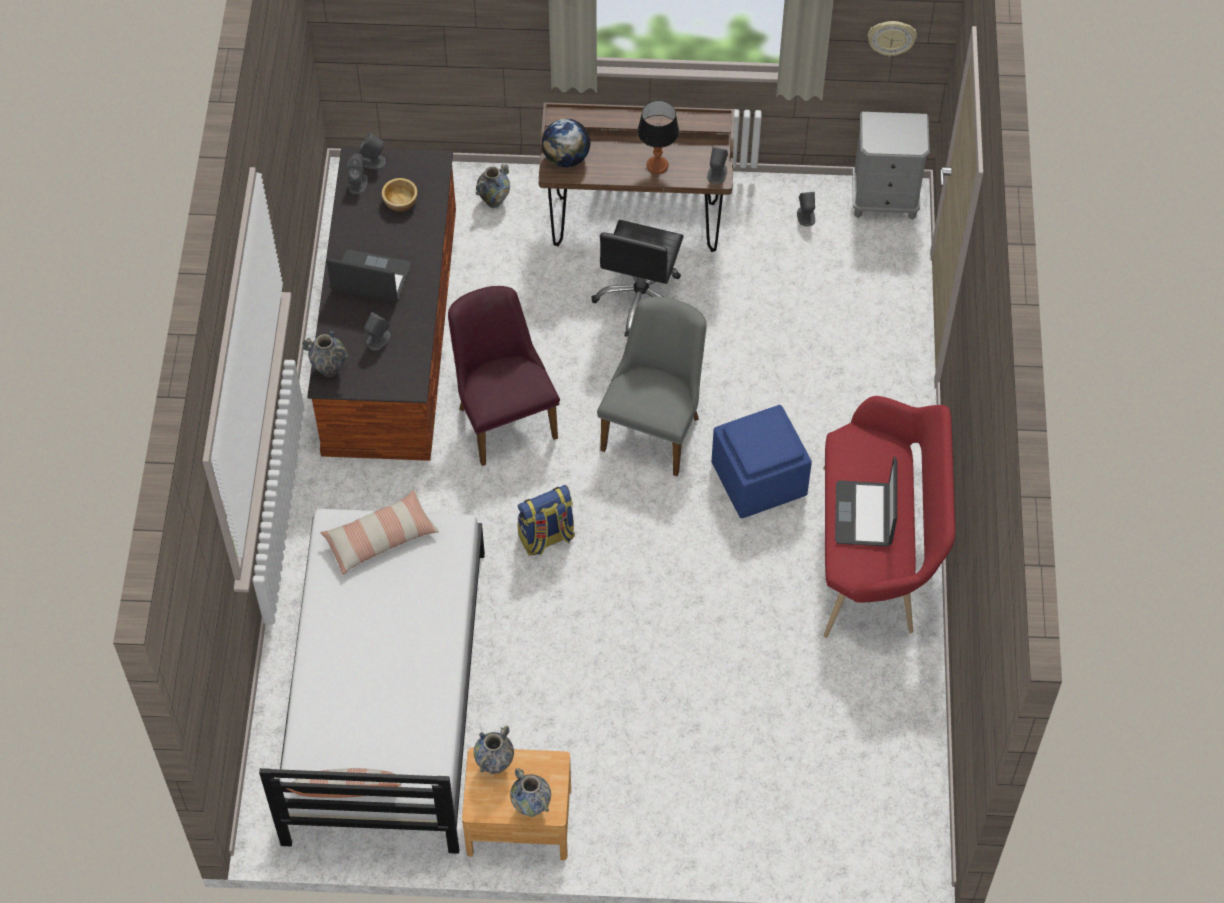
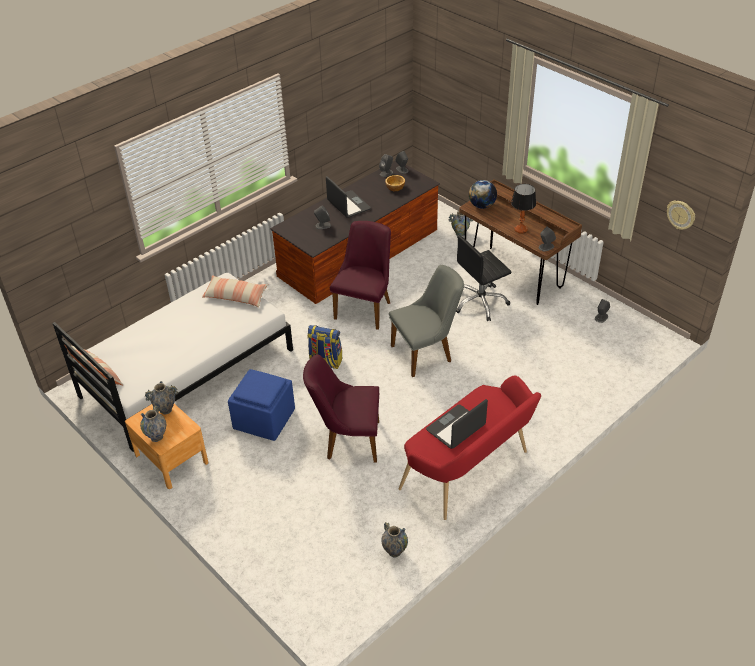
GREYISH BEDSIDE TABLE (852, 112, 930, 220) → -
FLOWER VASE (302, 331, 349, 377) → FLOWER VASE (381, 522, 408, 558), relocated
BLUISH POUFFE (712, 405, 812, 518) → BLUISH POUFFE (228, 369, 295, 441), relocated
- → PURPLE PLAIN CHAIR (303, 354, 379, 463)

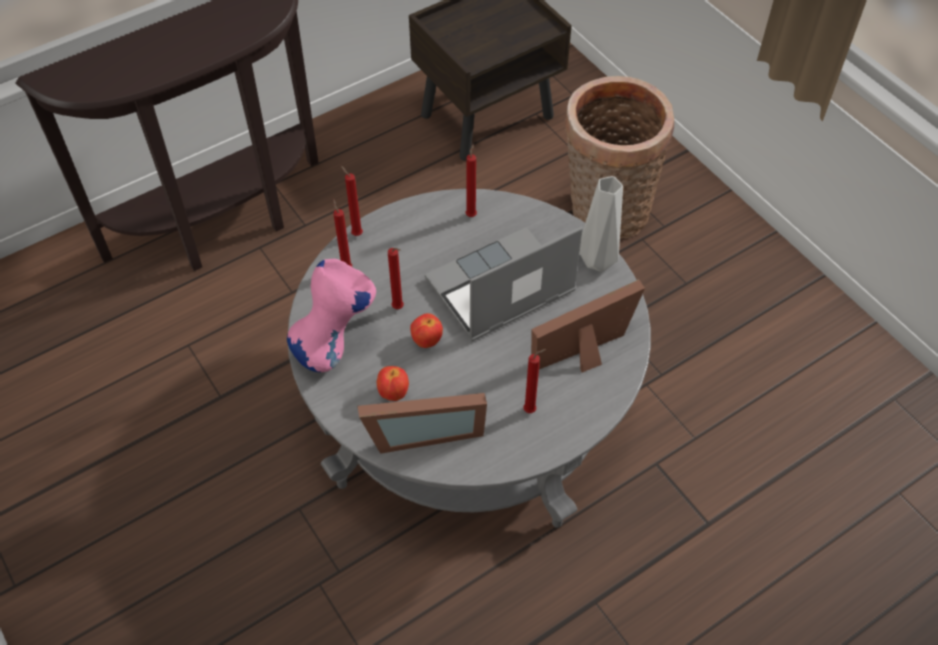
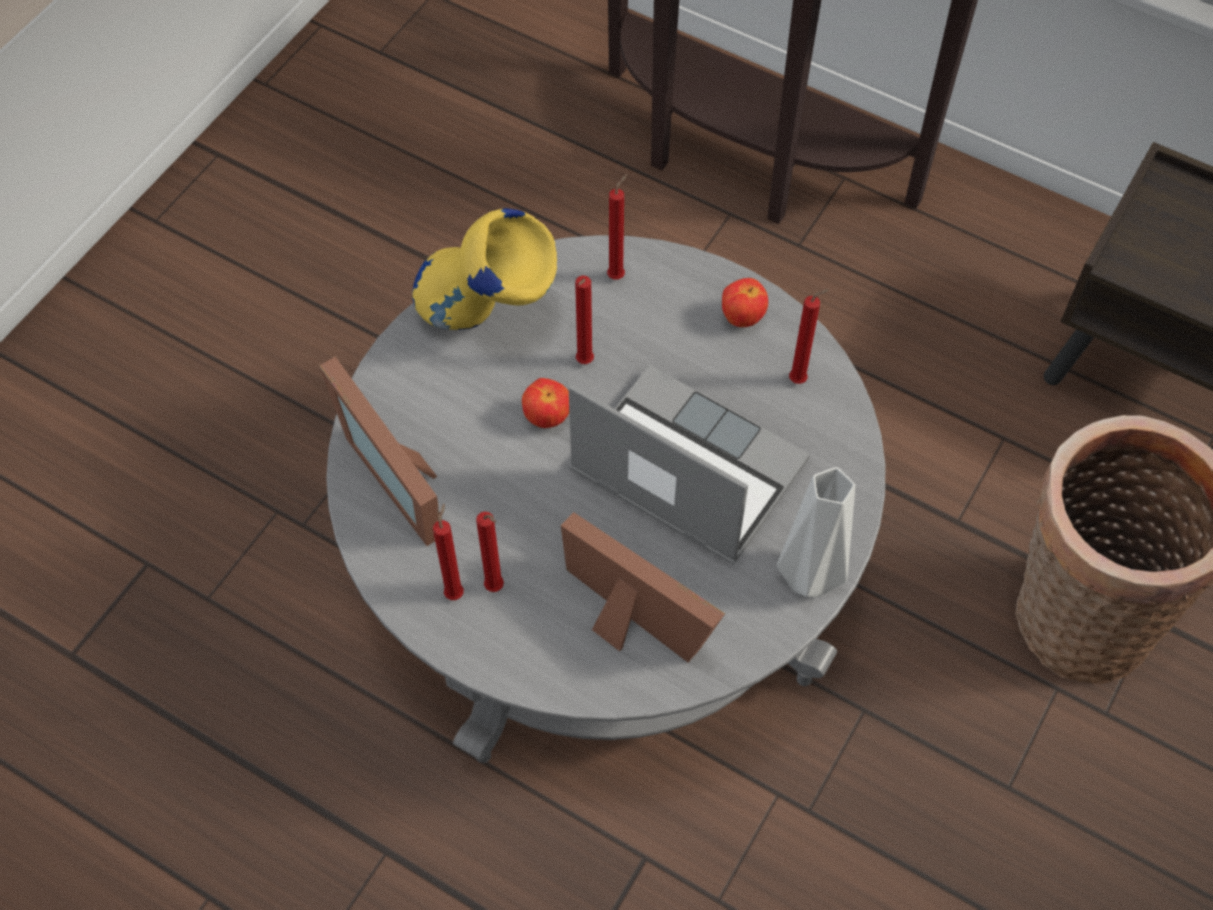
RED-COLOURED WAX LIGHT (341, 166, 363, 236) → RED-COLOURED WAX LIGHT (433, 504, 464, 600), relocated
PINKISH FLOWER VASE (287, 259, 376, 372) → YELLOW-COLOURED FLOWER VASE (412, 208, 557, 330)
WHOLE APPLE (377, 366, 409, 401) → WHOLE APPLE (722, 278, 768, 327), relocated

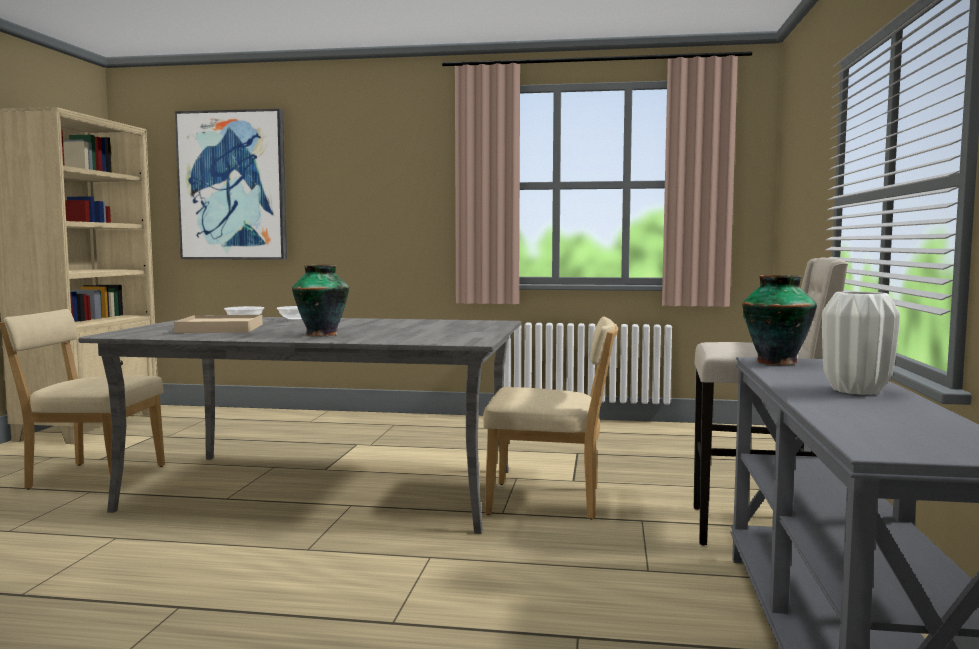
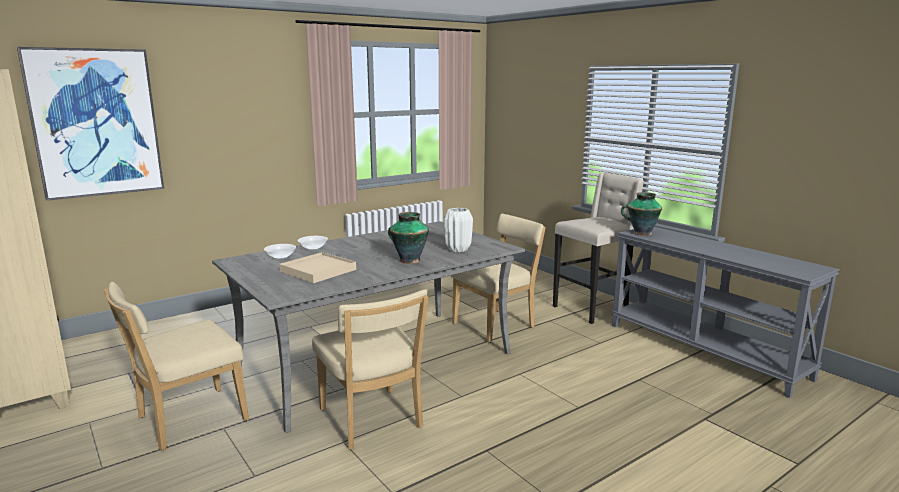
WHITE FLOWER VASE (822, 291, 900, 395) → WHITE FLOWER VASE (444, 208, 473, 252), relocated
- → BEIGE PLAIN CHAIR (312, 289, 429, 449)

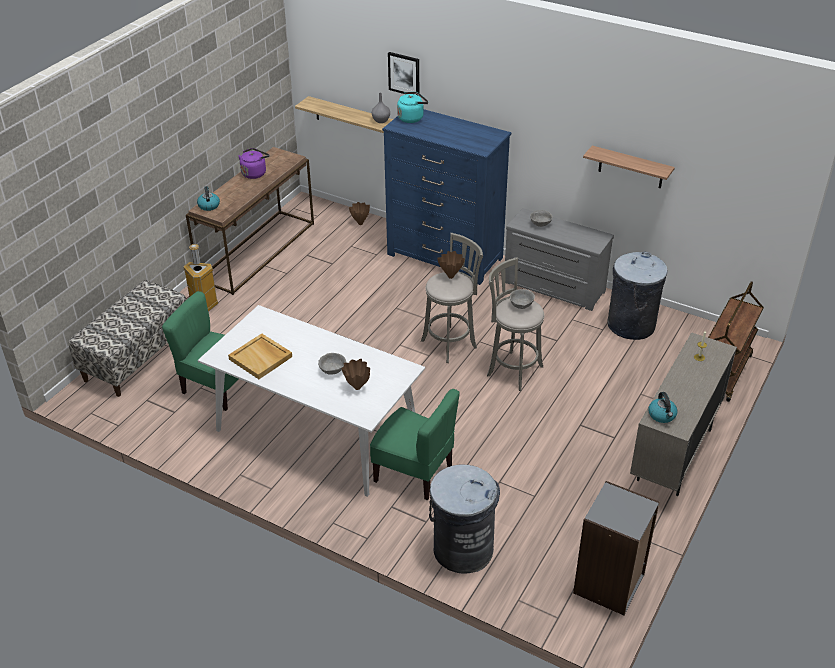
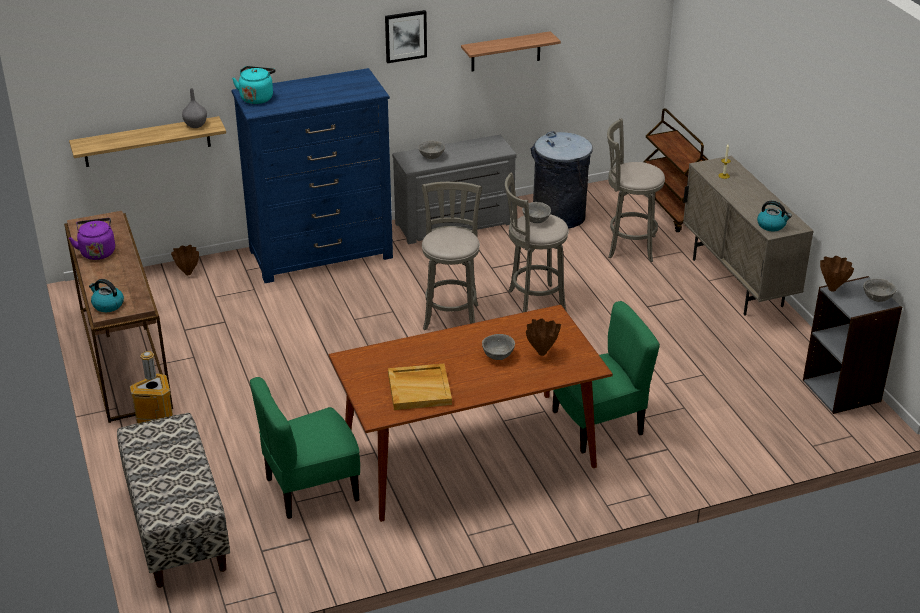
WALL PICTURE (388, 52, 419, 96) → WALL PICTURE (385, 10, 427, 63), relocated
BROWNISH FLOWER VASE (437, 251, 465, 279) → BROWNISH FLOWER VASE (820, 256, 854, 292), relocated
WHITE KITCHEN TABLE (198, 305, 425, 497) → BROWNISH KITCHEN TABLE (329, 305, 613, 522)
GREYISH RUBBISH BIN (429, 465, 500, 574) → -
- → GREYISH STOOL (607, 118, 665, 262)
- → GREYISH BOWL (863, 279, 896, 302)

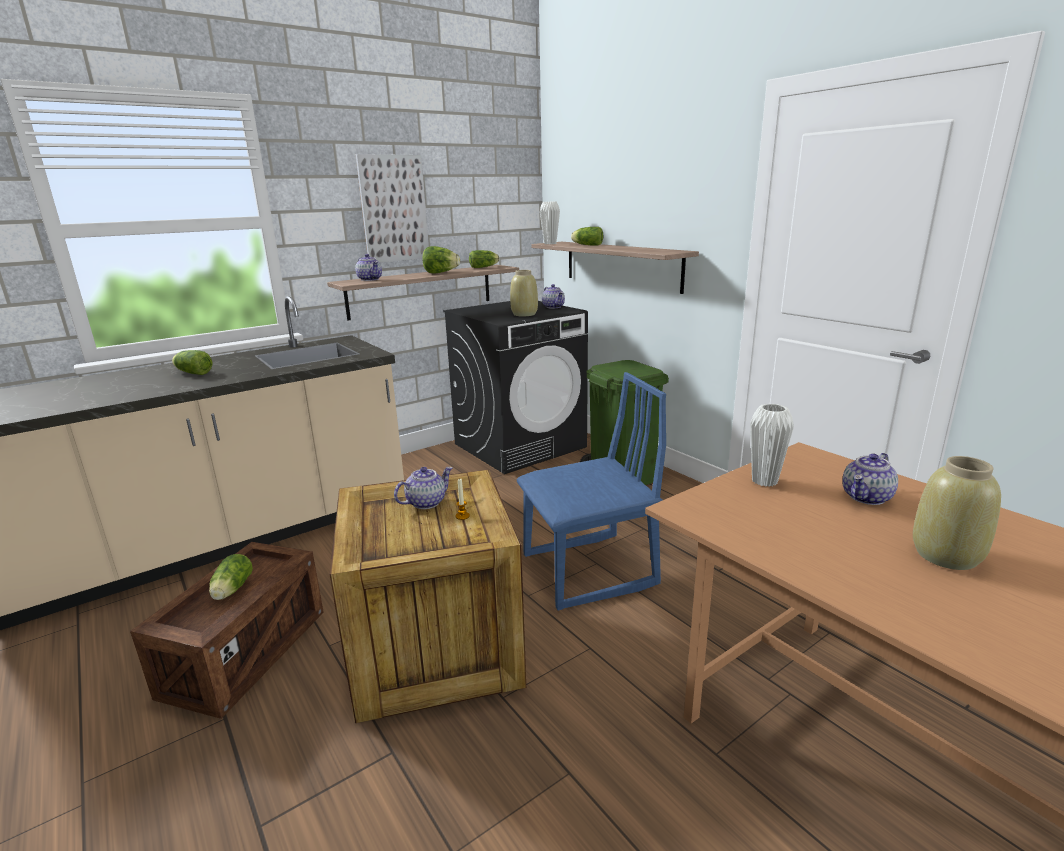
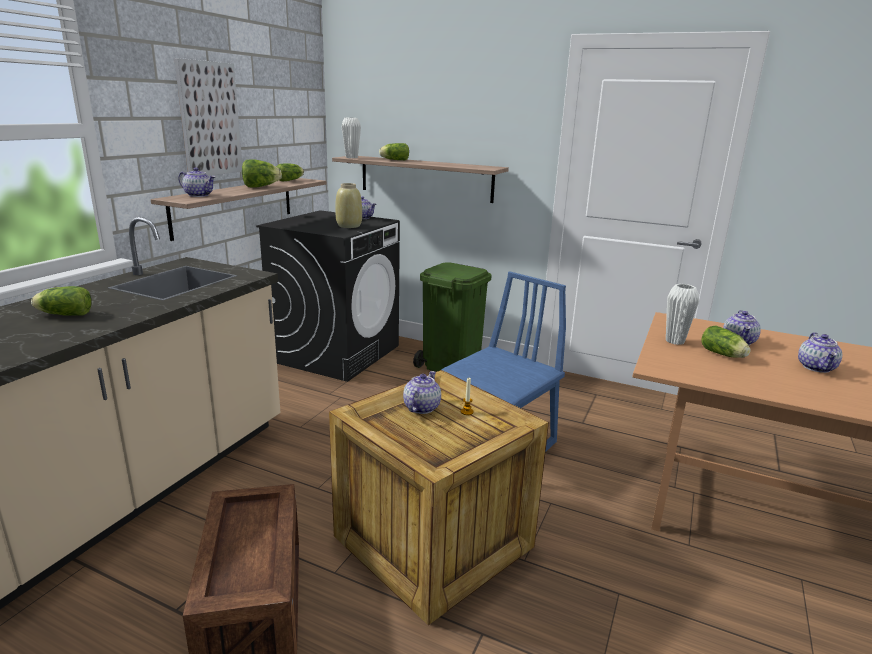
BEIGE FLOWER VASE (913, 456, 1001, 570) → TEAPOT (798, 332, 842, 373)
LETTUCE HEAD (209, 554, 253, 600) → LETTUCE HEAD (701, 325, 751, 358), relocated

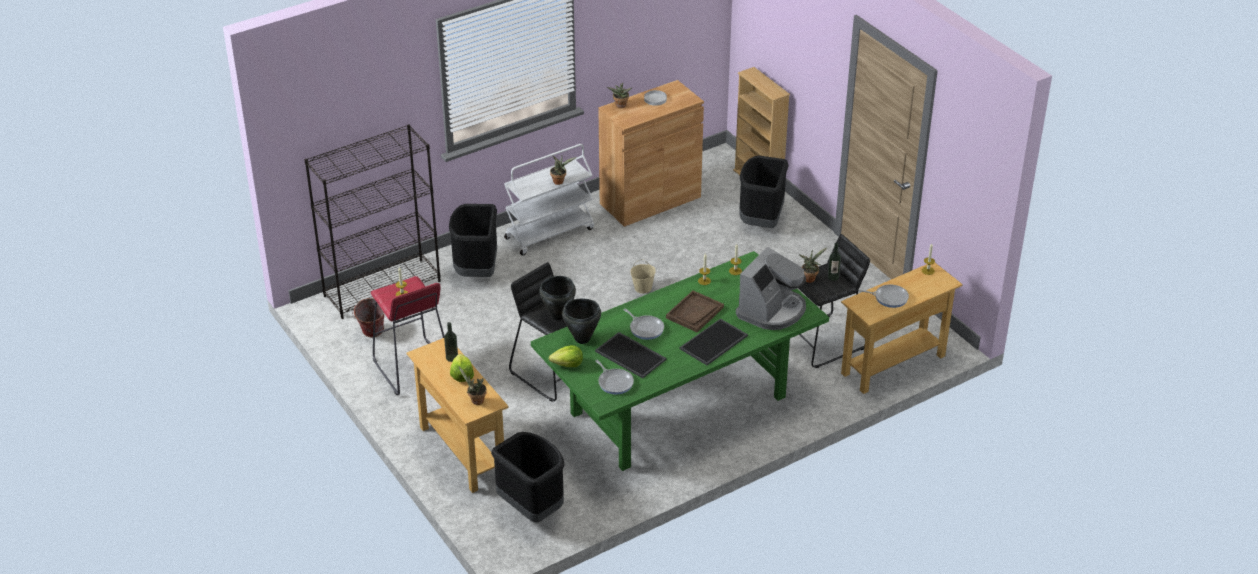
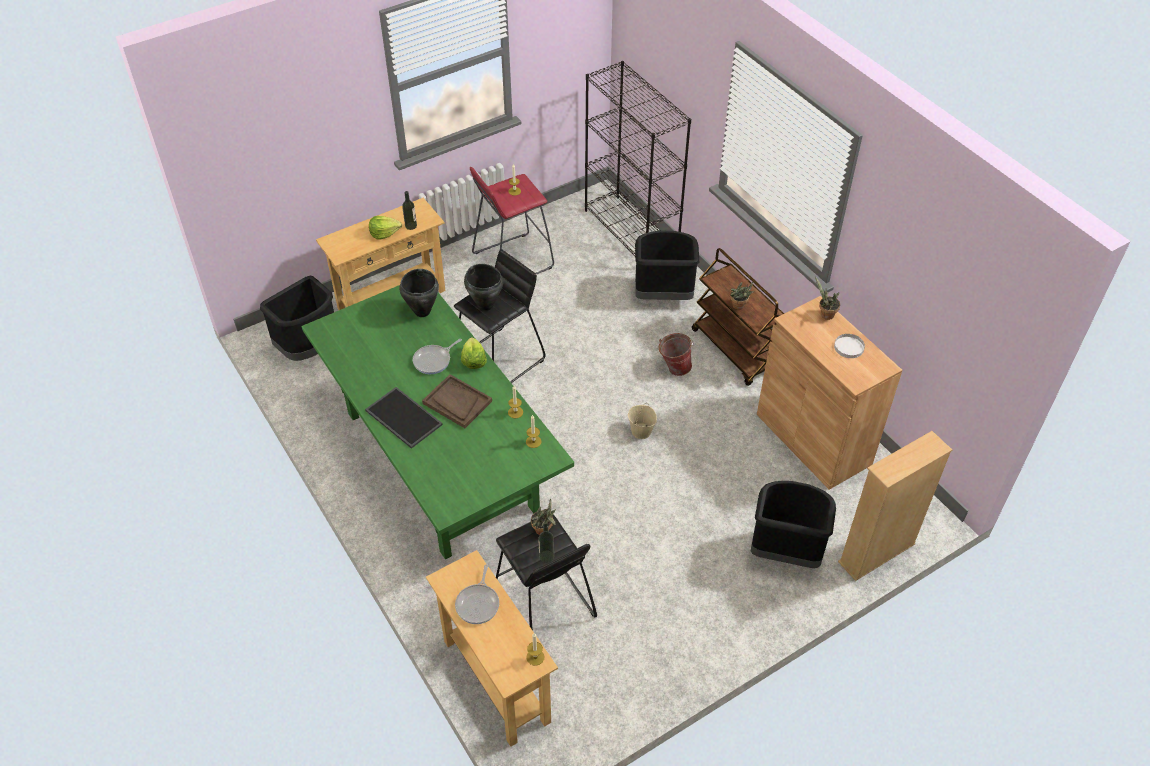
WHITE TROLLEY (504, 144, 594, 256) → BROWNISH TROLLEY (692, 248, 784, 386)
COFFEE MACHINE (736, 247, 806, 330) → -
PAIL (352, 298, 384, 338) → PAIL (658, 333, 694, 376), relocated
CARRYING TRAY (595, 332, 666, 378) → -
LETTUCE HEAD (549, 345, 583, 367) → LETTUCE HEAD (461, 337, 487, 369), relocated
FRYING PAN (595, 360, 634, 394) → -
HOUSEPLANT (459, 366, 487, 405) → -

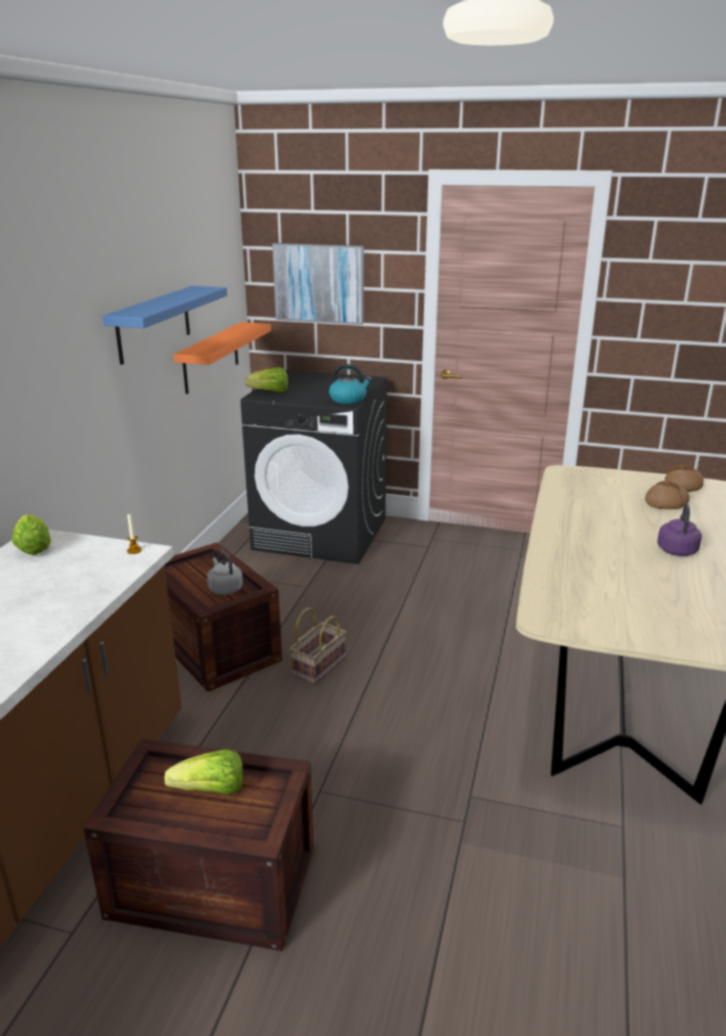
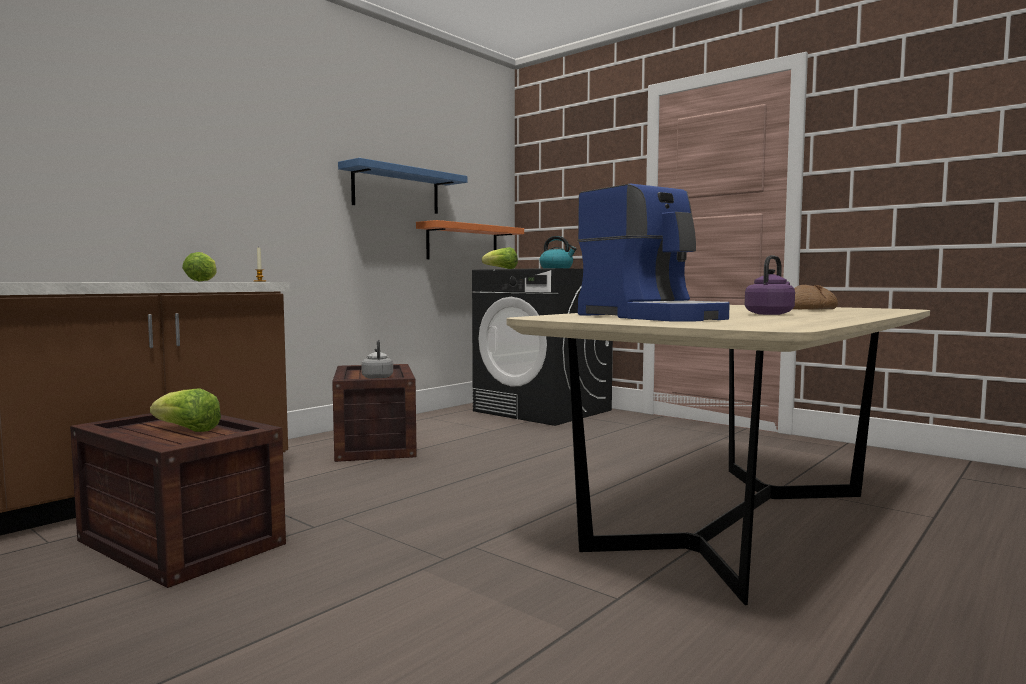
WALL PICTURE (272, 243, 364, 325) → -
BAKERY BREAD (665, 465, 704, 492) → -
BASKET (289, 607, 346, 685) → -
- → COFFEE MACHINE (578, 184, 730, 322)

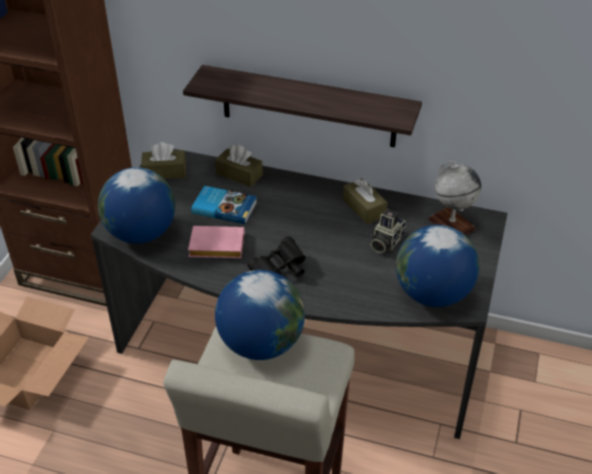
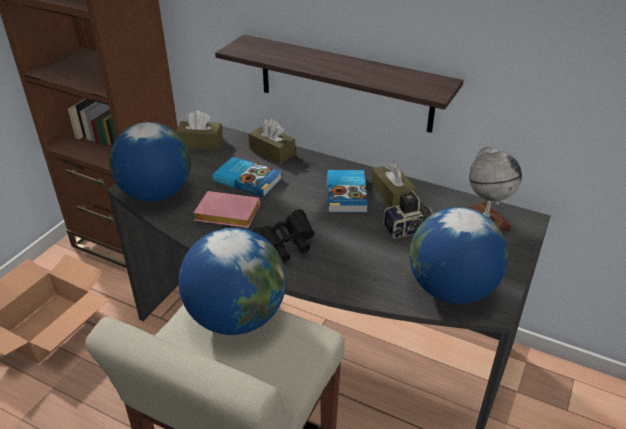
PHOTO CAMERA (371, 209, 406, 253) → PHOTO CAMERA (383, 190, 433, 238), 150 degrees counterclockwise
- → VOLUME (327, 170, 368, 213)

